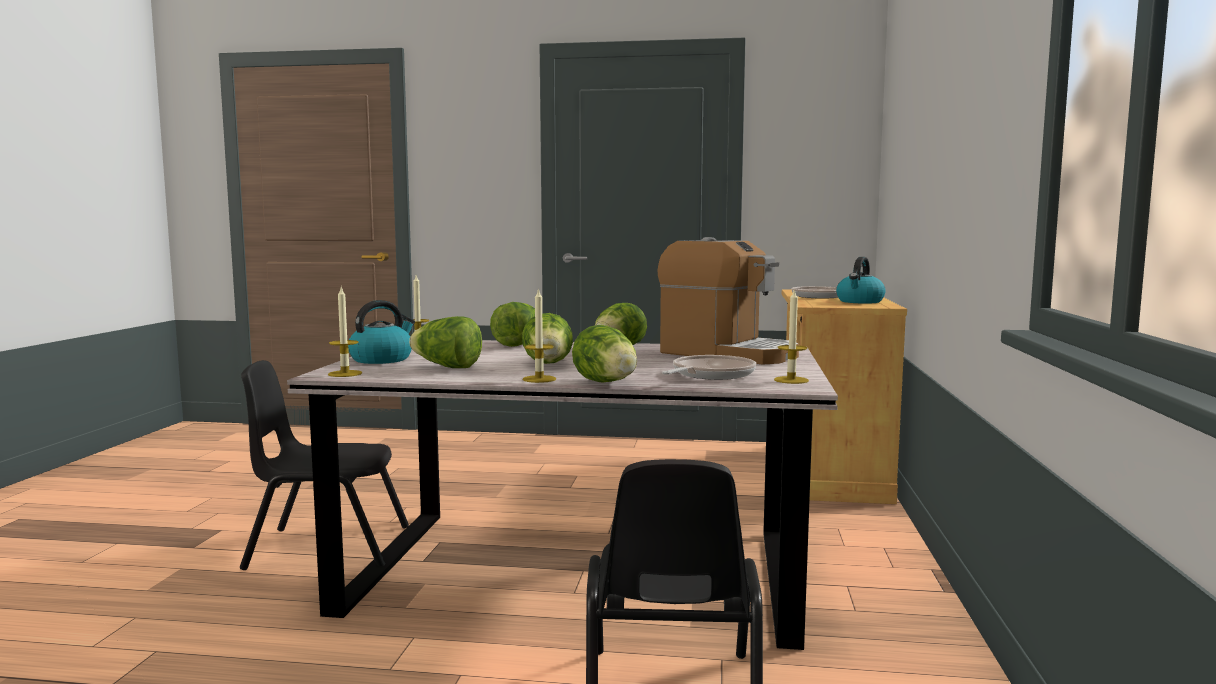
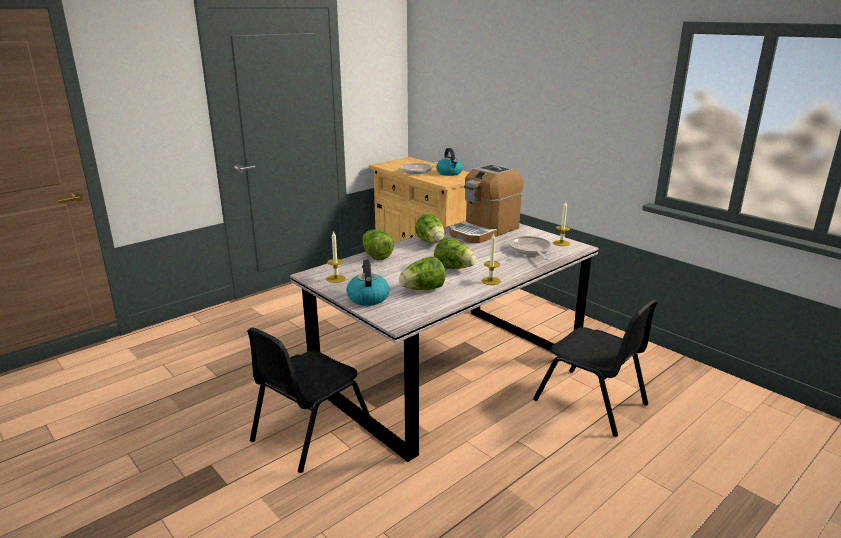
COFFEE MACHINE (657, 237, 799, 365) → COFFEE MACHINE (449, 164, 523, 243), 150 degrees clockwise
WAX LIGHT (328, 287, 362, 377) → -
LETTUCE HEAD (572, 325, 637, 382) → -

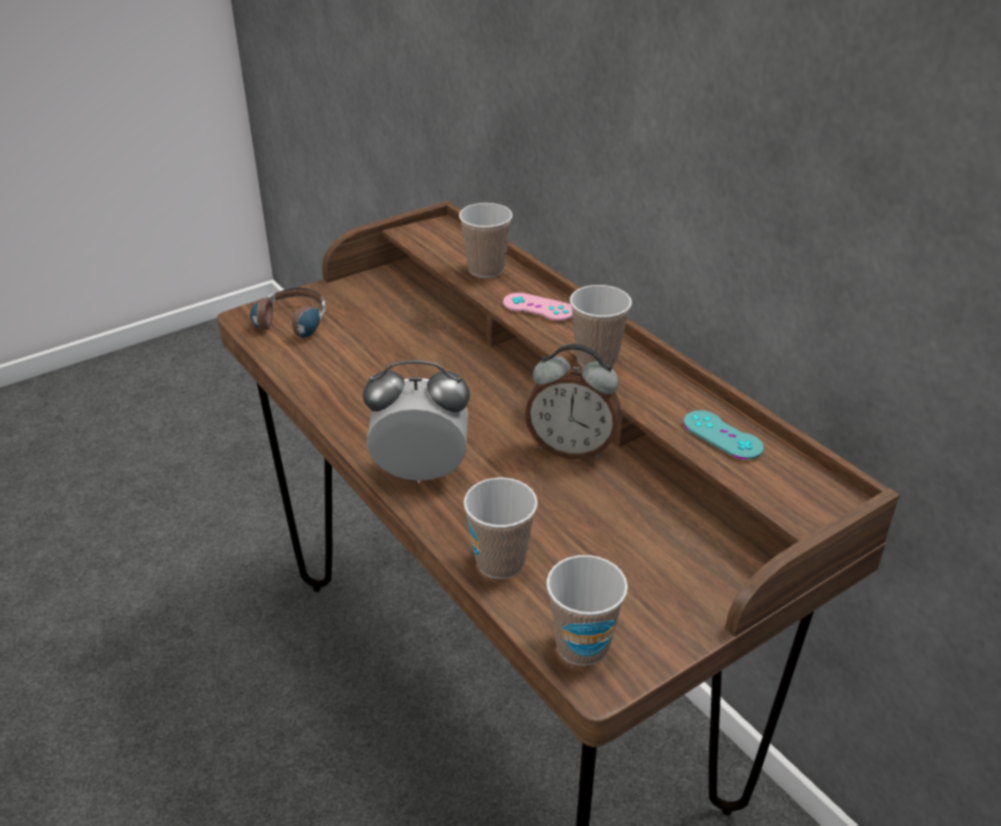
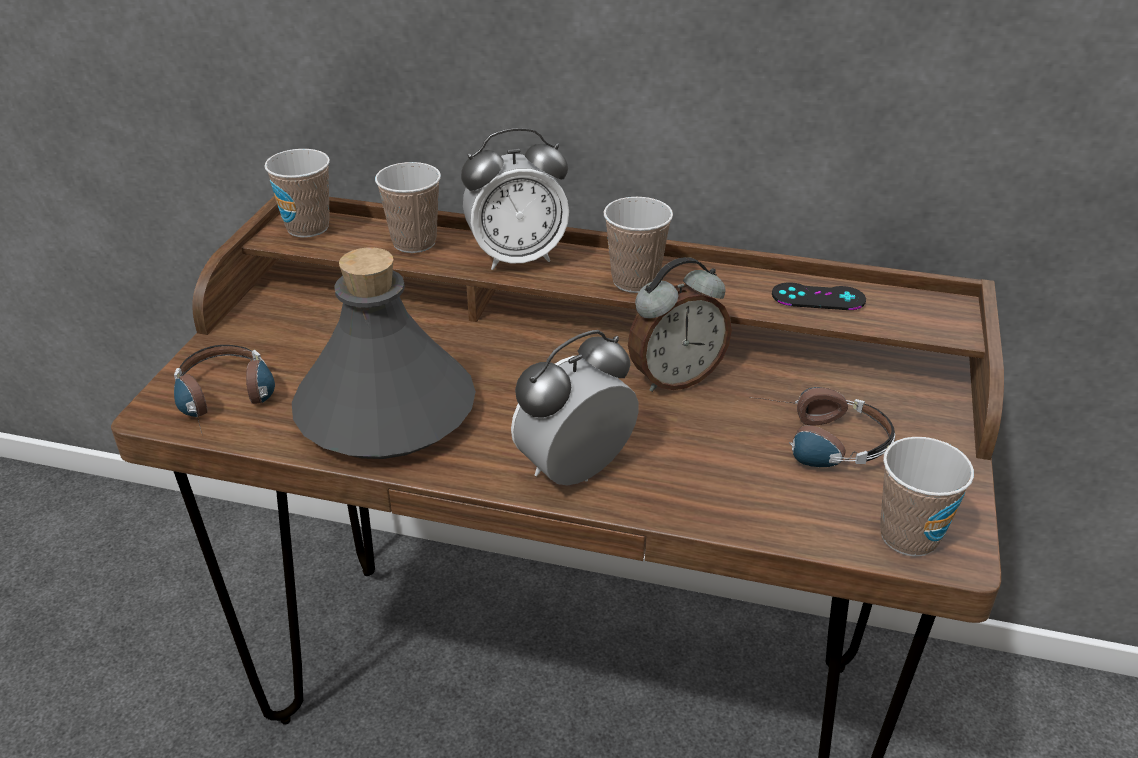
PINKISH JOYPAD (503, 293, 573, 321) → BEDSIDE CLOCK (461, 128, 569, 270)
TURQUOISE-COLOURED JOYPAD (683, 410, 764, 460) → BLACK-COLOURED JOYPAD (772, 282, 866, 310)
DRINKING CUP (464, 477, 538, 579) → DRINKING CUP (264, 149, 330, 238), relocated
- → GREYISH BEVERAGE BOTTLE (292, 247, 476, 459)
- → PAIR OF HEADPHONES (749, 387, 895, 467)

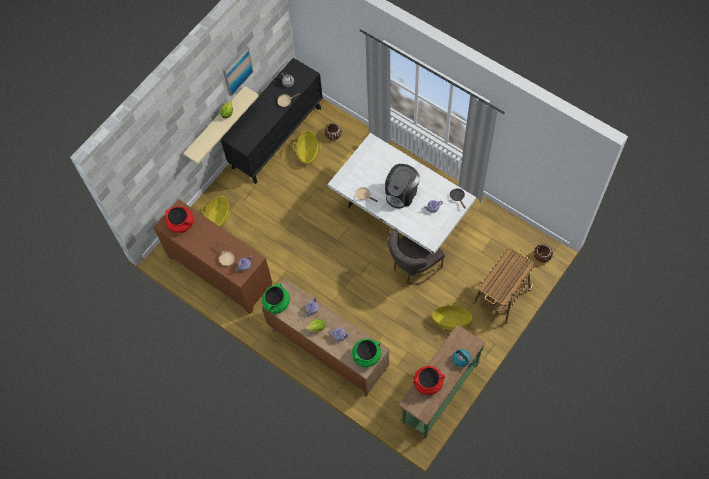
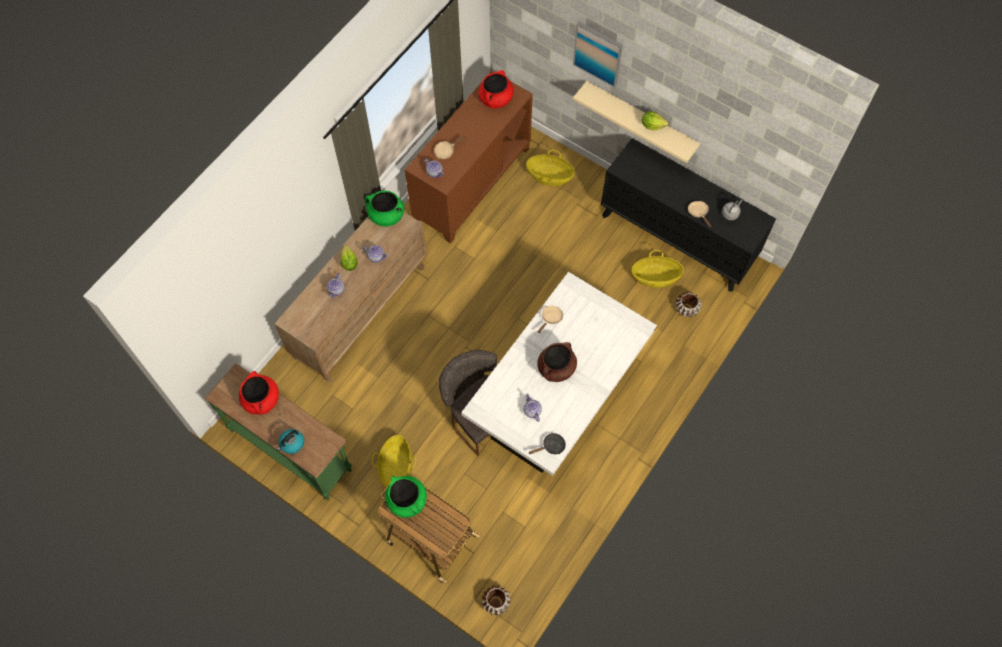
WALL PICTURE (223, 45, 253, 97) → WALL PICTURE (573, 22, 623, 88), relocated
COFFEE MACHINE (385, 164, 420, 208) → BROWNISH STOCKPOT (538, 342, 577, 382)
GREENISH STOCKPOT (352, 339, 381, 367) → GREENISH STOCKPOT (385, 476, 427, 518), relocated

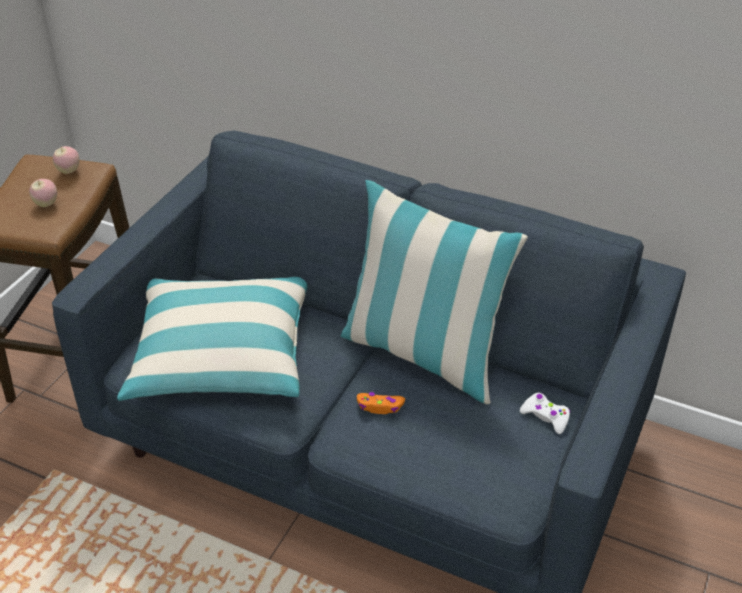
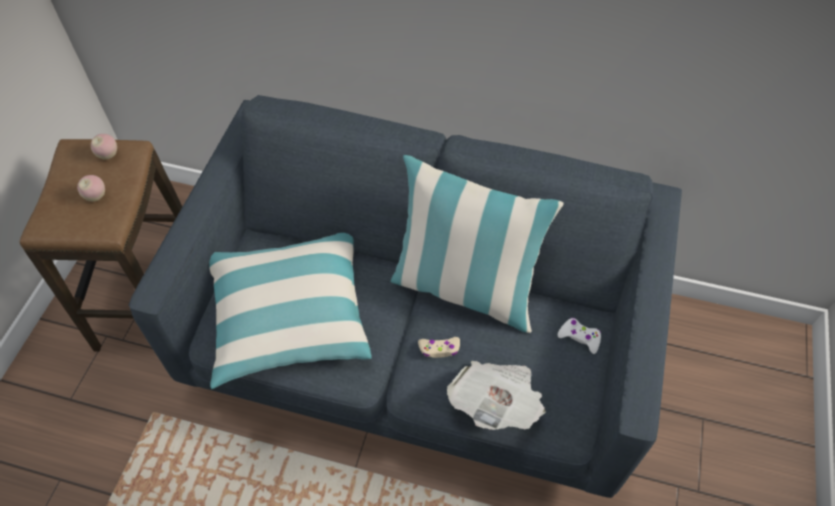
ORANGE JOYPAD (357, 392, 405, 414) → BEIGE JOYPAD (418, 337, 460, 358)
- → NEWSPAPER (447, 361, 546, 430)

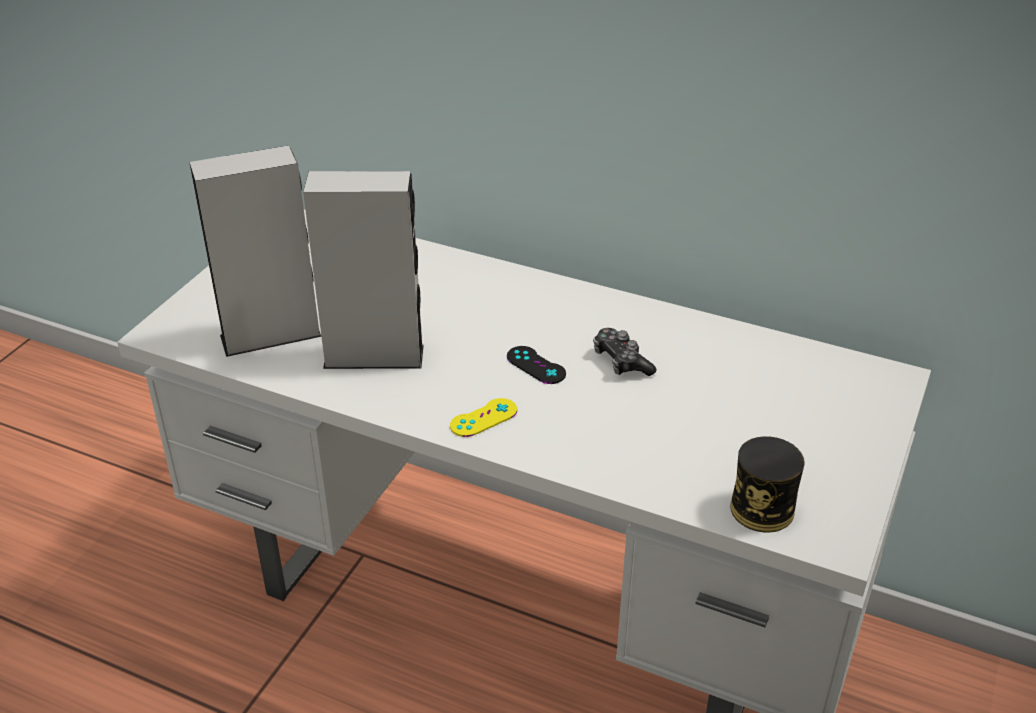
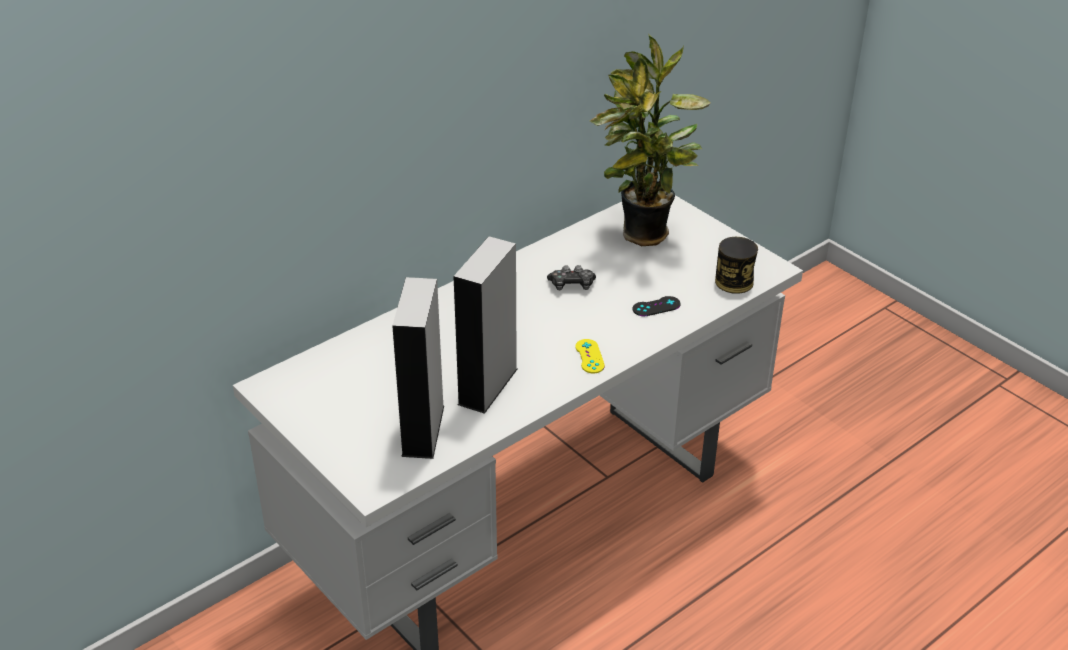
BLACK-COLOURED JOYPAD (507, 346, 566, 384) → BLACK-COLOURED JOYPAD (633, 296, 681, 316), relocated
- → HOUSEPLANT (590, 35, 710, 246)

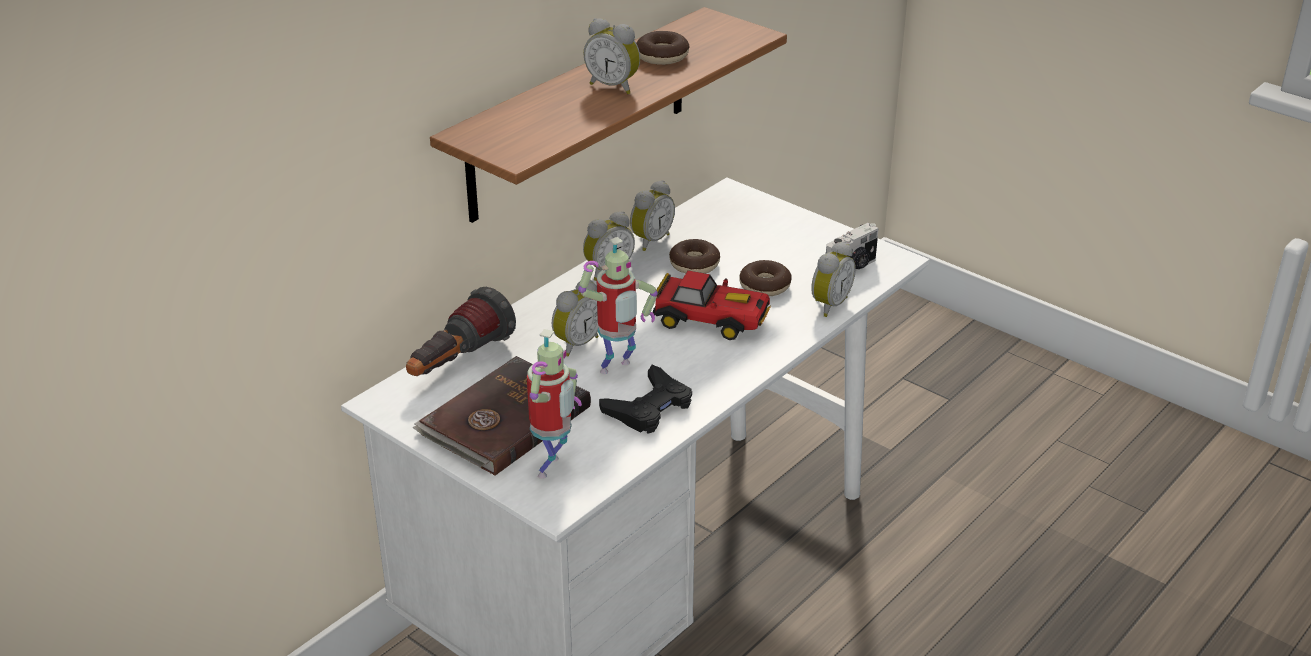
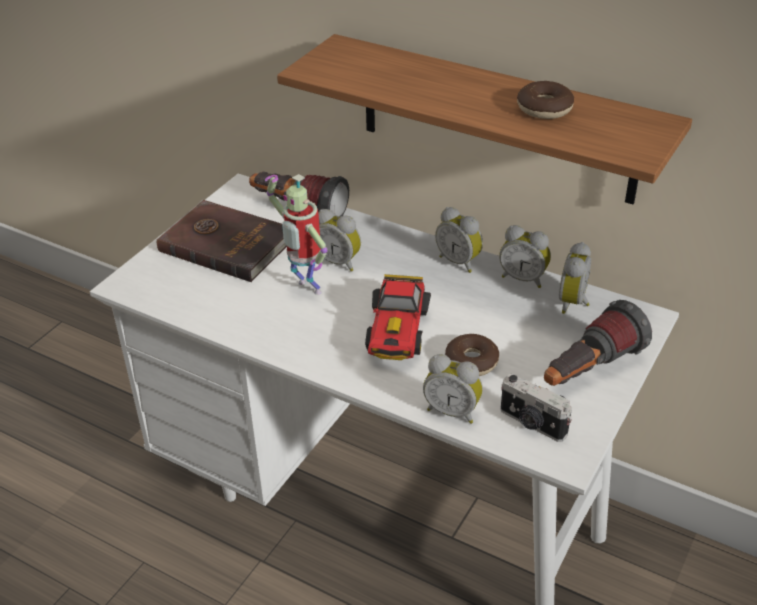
BEDSIDE CLOCK (584, 18, 640, 94) → BEDSIDE CLOCK (559, 242, 591, 314), relocated
DONUT (669, 239, 720, 274) → -
TOY ROBOT (527, 329, 582, 479) → -
BLACK-COLOURED JOYPAD (599, 365, 692, 434) → -
- → FLASHLIGHT (544, 300, 652, 386)

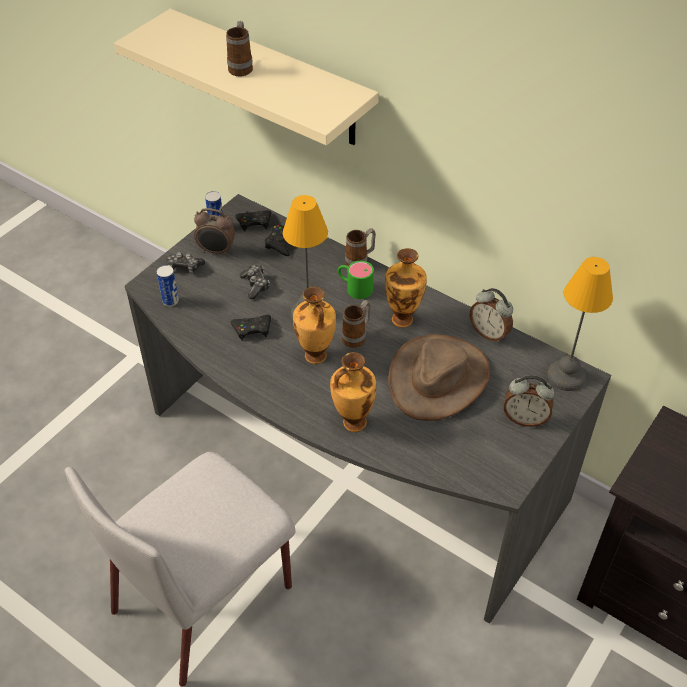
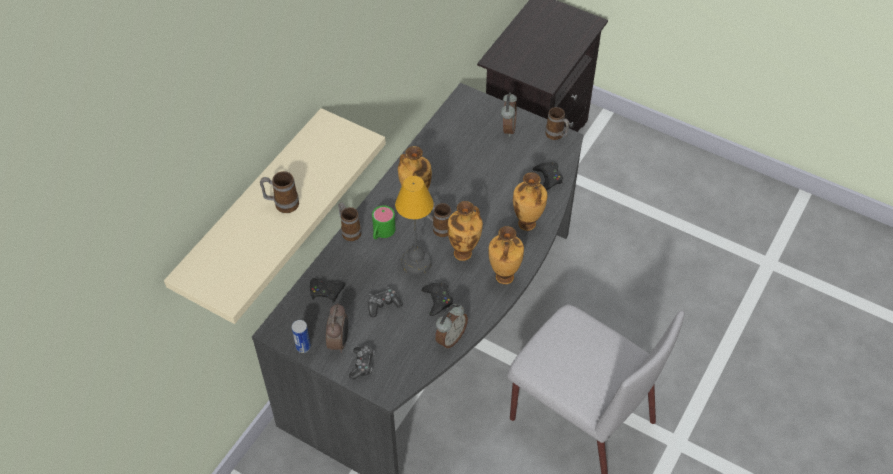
BLACK-COLOURED JOYPAD (235, 210, 271, 232) → BLACK-COLOURED JOYPAD (533, 162, 563, 190), relocated
TABLETOP LAMP (547, 257, 613, 391) → -
METAL CAN (157, 265, 179, 307) → -
BEDSIDE CLOCK (470, 288, 513, 343) → BEDSIDE CLOCK (435, 303, 468, 349), relocated
BROWNISH CLOTHING HAT (388, 334, 490, 421) → -
- → COFFEE MUG (545, 107, 570, 140)
- → FLOWER VASE (488, 226, 524, 284)

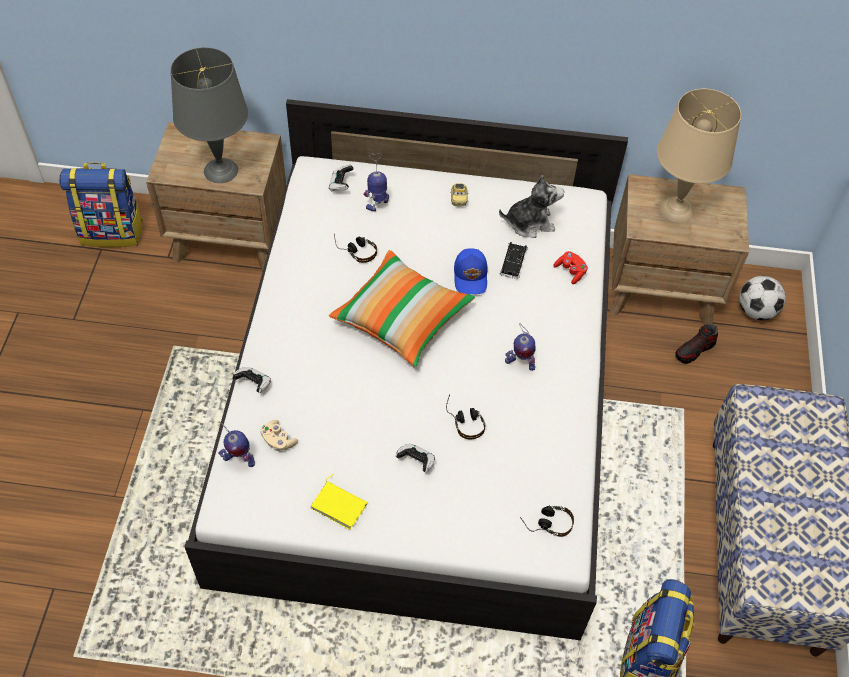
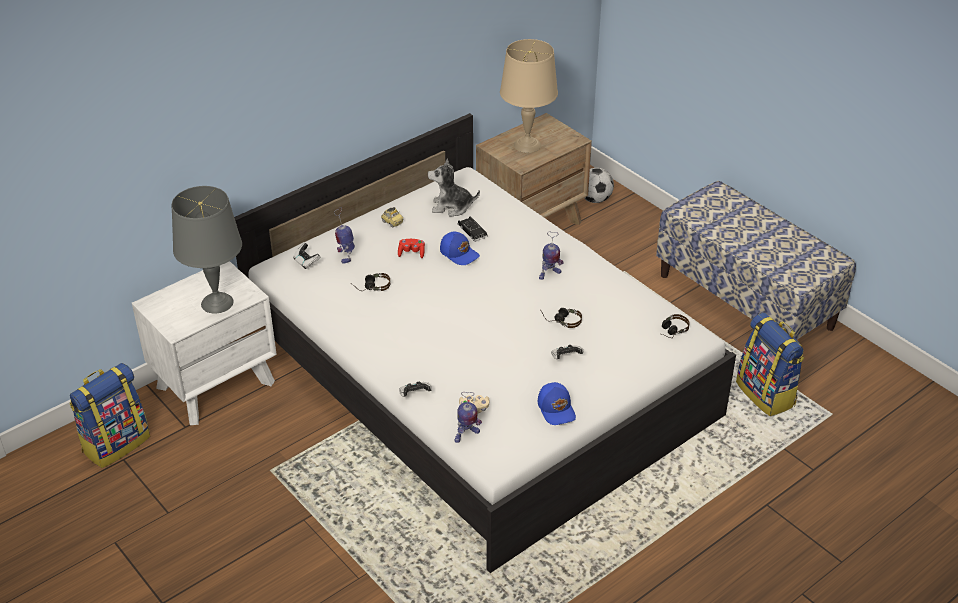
BROWNISH BEDSIDE TABLE (146, 122, 286, 272) → WHITE BEDSIDE TABLE (132, 261, 277, 425)
SOFT TOY (499, 175, 564, 238) → SOFT TOY (428, 159, 480, 217), 120 degrees counterclockwise
CUSHION (329, 250, 475, 367) → -
RED-COLOURED JOYPAD (554, 251, 588, 284) → RED-COLOURED JOYPAD (398, 239, 425, 258), relocated
ITEM OF FOOTWEAR (675, 324, 718, 364) → -
YELLOW-COLOURED VOLUME (310, 473, 367, 530) → BLUISH BASEBALL CAP (538, 382, 576, 425)

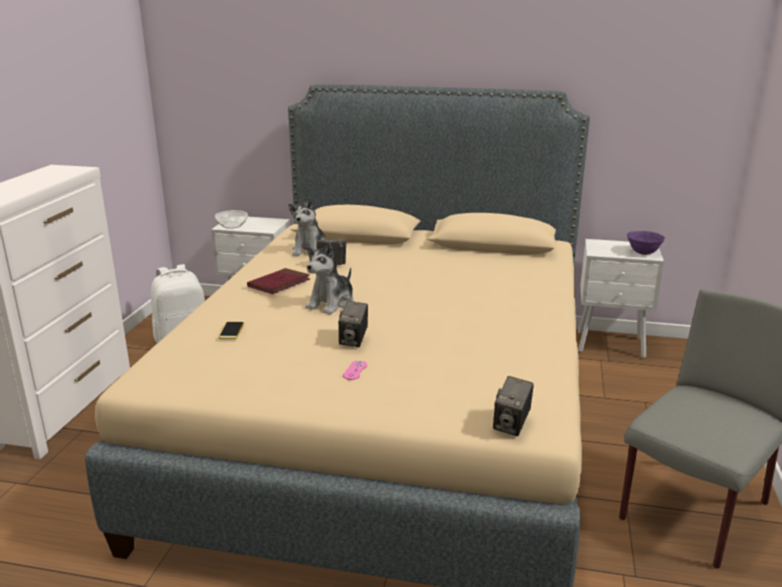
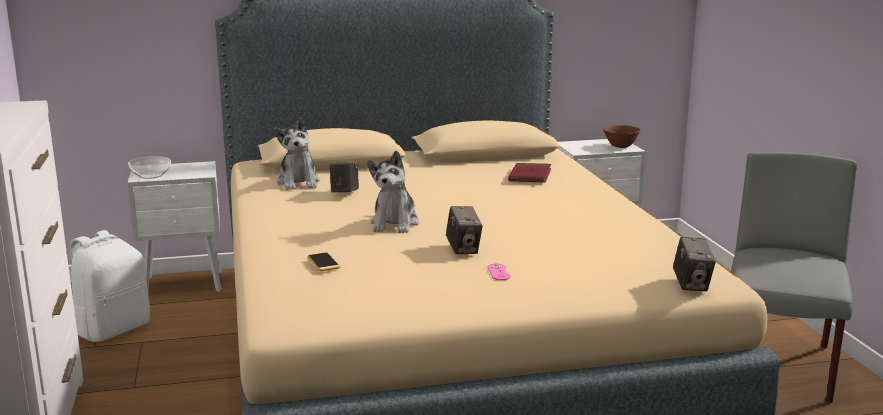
PURPLE BOWL (627, 231, 665, 255) → BROWNISH BOWL (603, 125, 641, 148)
RED-COLOURED VOLUME (247, 268, 310, 294) → RED-COLOURED VOLUME (508, 163, 551, 183), relocated

